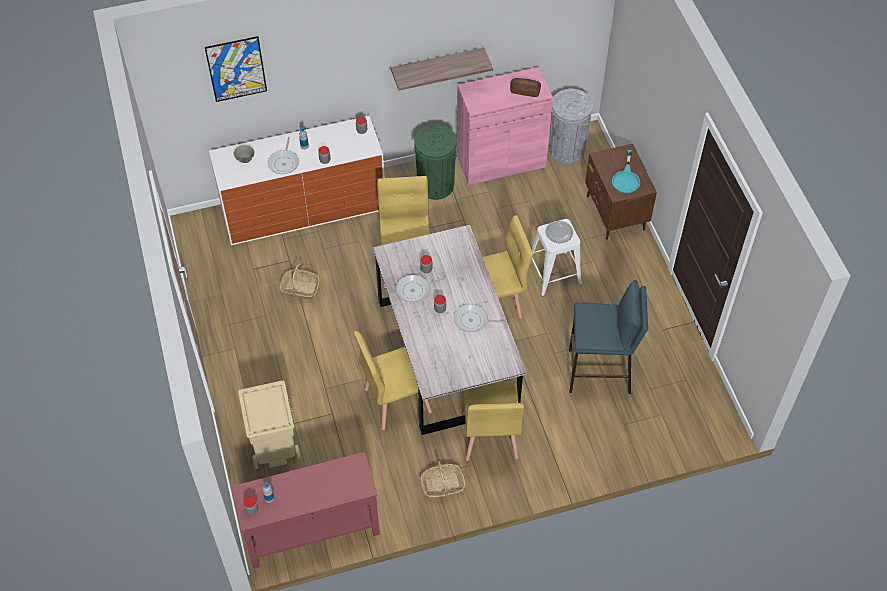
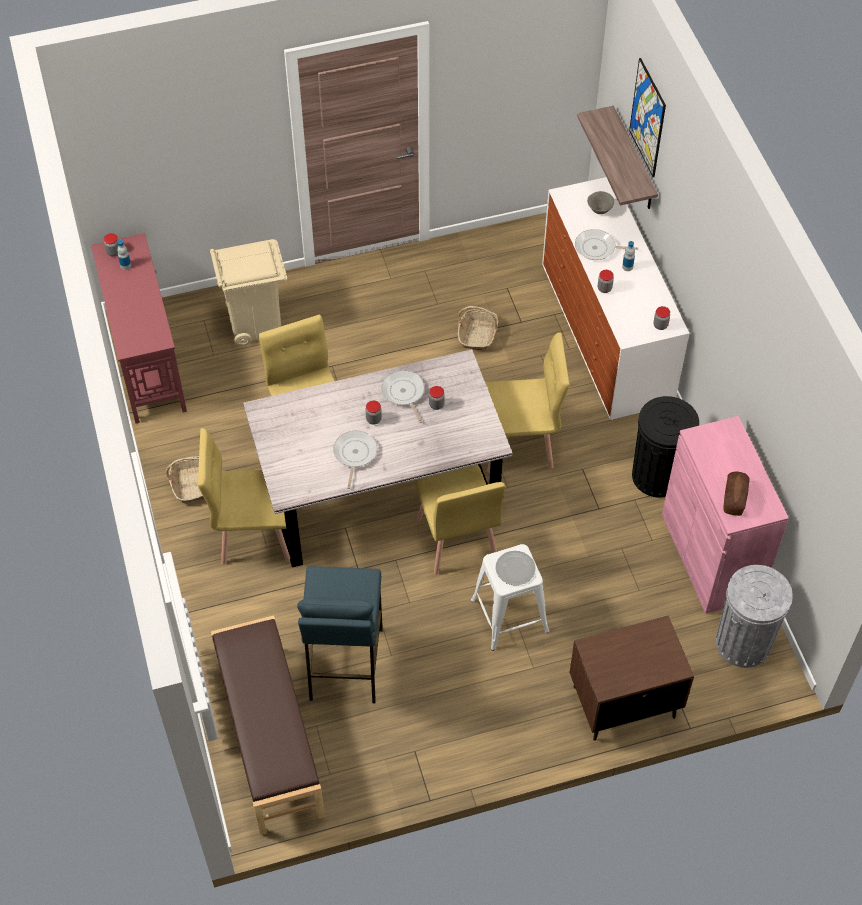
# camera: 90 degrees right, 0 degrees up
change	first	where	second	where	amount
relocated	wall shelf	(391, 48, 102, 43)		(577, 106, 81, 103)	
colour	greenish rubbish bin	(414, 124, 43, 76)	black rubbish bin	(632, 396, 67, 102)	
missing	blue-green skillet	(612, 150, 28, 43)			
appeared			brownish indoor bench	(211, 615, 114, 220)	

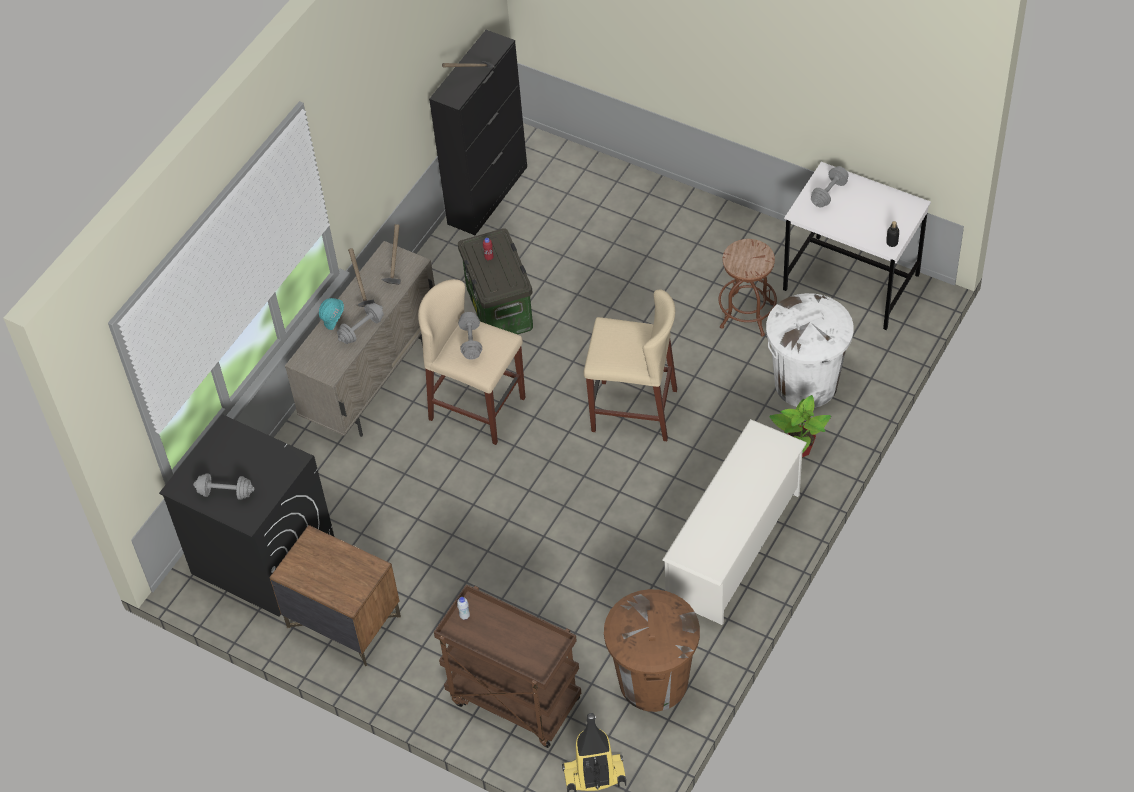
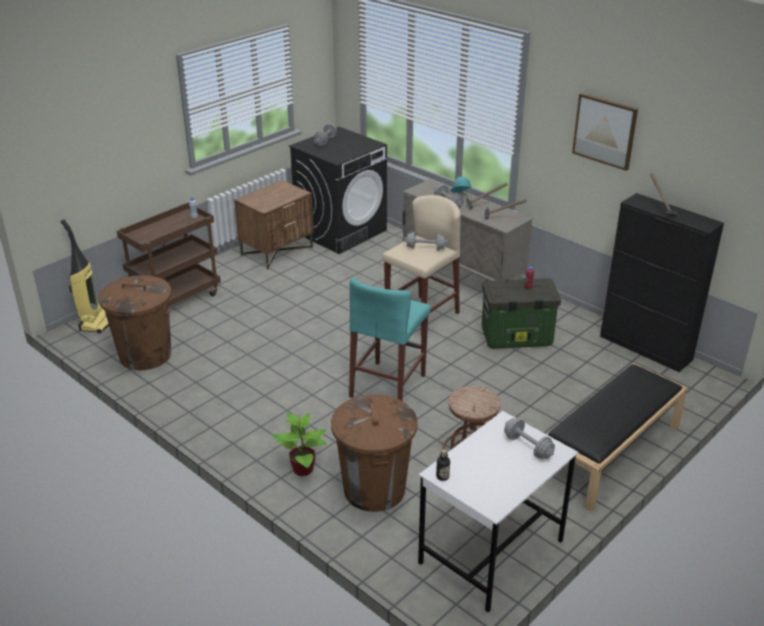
# camera: 100 degrees right, 20 degrees down
change	first	where	second	where	amount
colour	beige sitting stool	(584, 289, 93, 152)	blue-green sitting stool	(349, 278, 82, 123)	
colour	whitish rubbish bin	(766, 293, 88, 115)	brownish rubbish bin	(331, 395, 87, 117)	
missing	whitish shoe shelf	(662, 419, 145, 206)			
appeared			wall art	(572, 93, 66, 78)	
appeared			black indoor bench	(546, 363, 142, 148)	

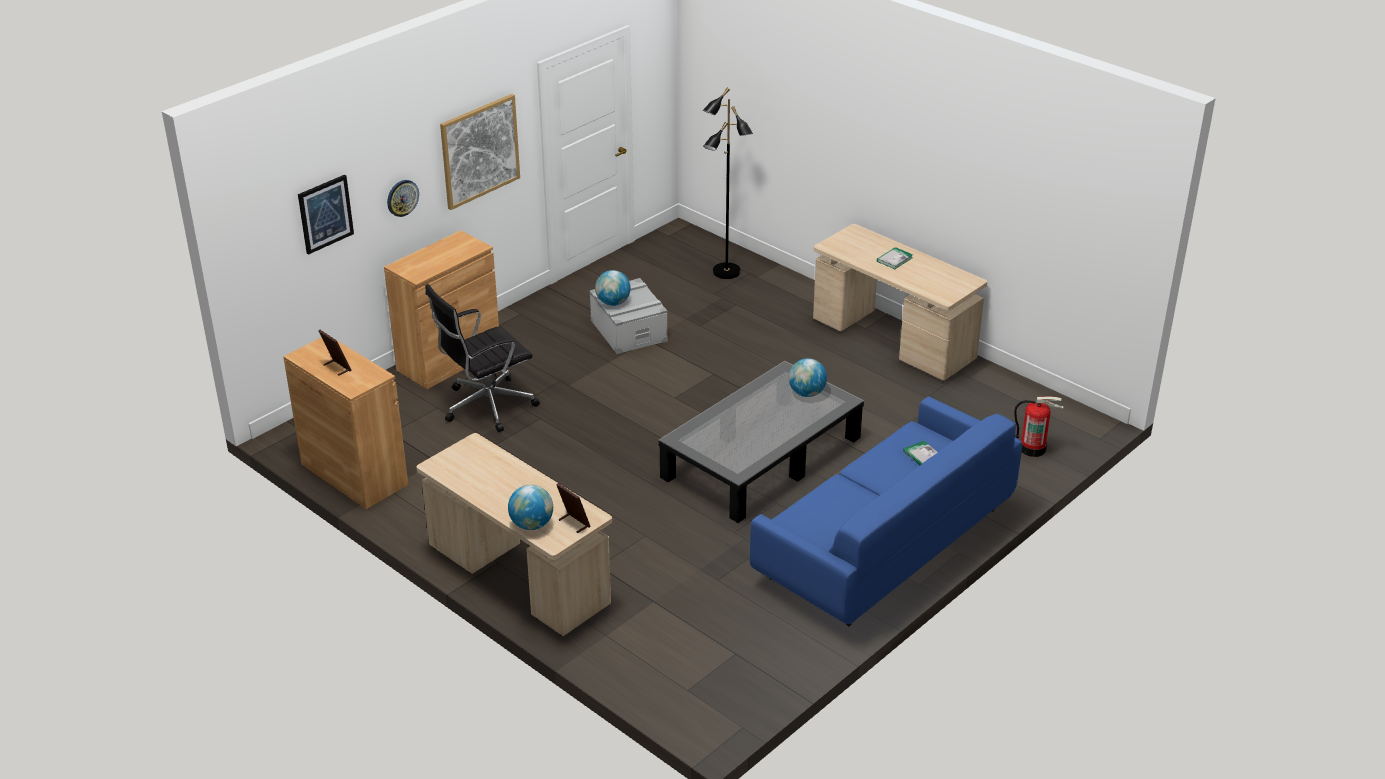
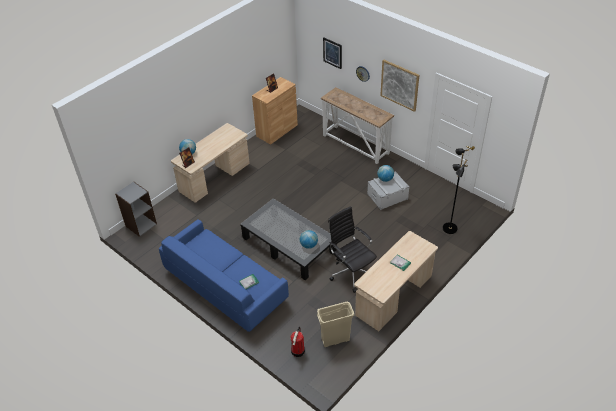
# camera: 90 degrees right, 10 degrees up
change	first	where	second	where	amount
exchanged	brownish cupboard	(384, 230, 115, 159)	hall table	(321, 87, 73, 77)	
relocated	black desk chair	(426, 284, 114, 148)		(328, 206, 49, 87)	
appeared			gray bookcase	(115, 182, 42, 55)	
appeared			beige rubbish bin	(317, 301, 38, 46)	

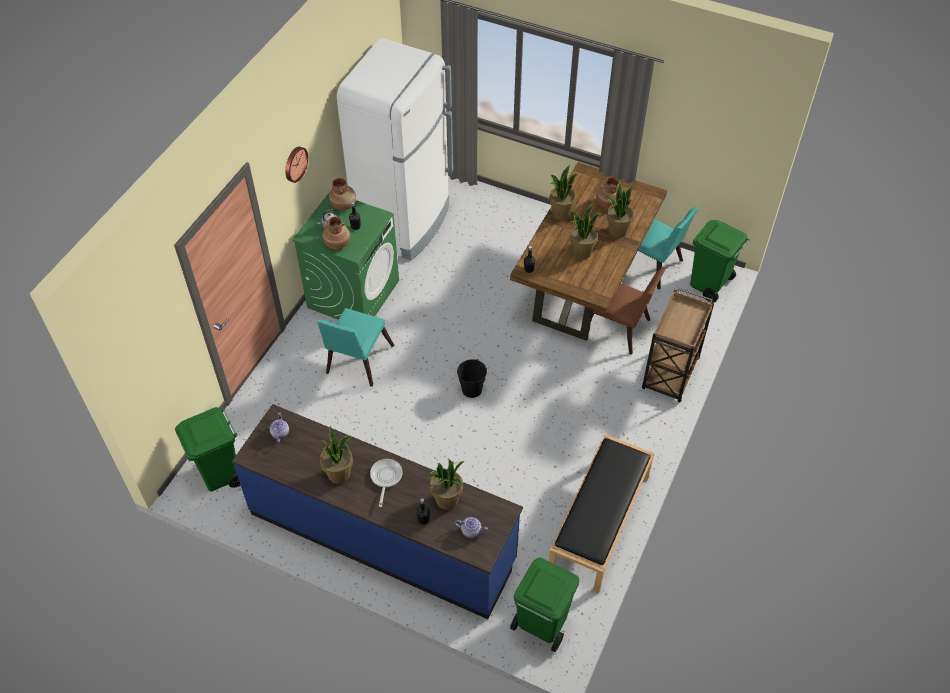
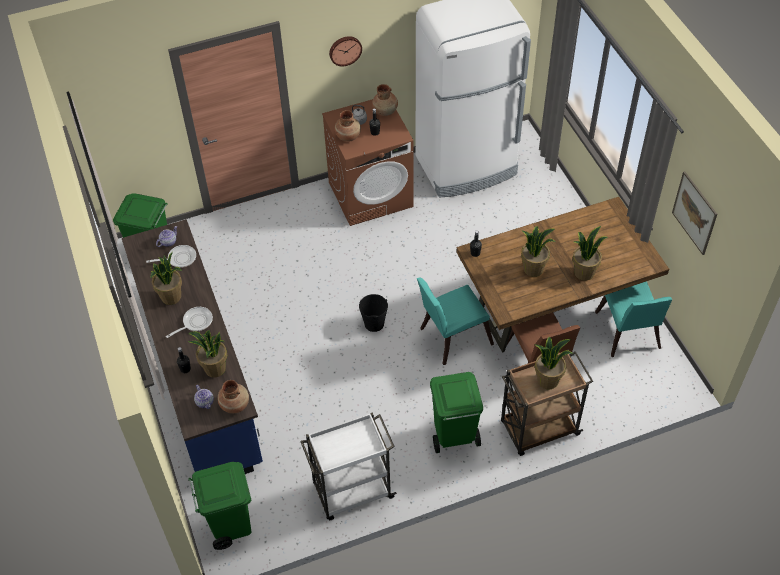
# camera: 45 degrees right, 0 degrees up
change	first	where	second	where	amount
relocated	potted plant	(549, 165, 30, 55)		(534, 337, 40, 52)	
relocated	brownish decorative vase	(596, 177, 24, 32)		(217, 380, 32, 34)	
colour	greenish laundry machine	(292, 192, 107, 128)	brownish laundry machine	(322, 99, 92, 127)	
relocated	greenish rubbish bin	(690, 220, 60, 82)		(430, 372, 53, 81)	
relocated	blue-green upright chair	(317, 308, 77, 79)		(417, 277, 77, 88)	
exchanged	black indoor bench	(549, 434, 106, 159)	whitish wheeled cart	(300, 412, 97, 108)	
appeared			wall art	(672, 171, 45, 84)	
appeared			skillet	(146, 245, 50, 23)	

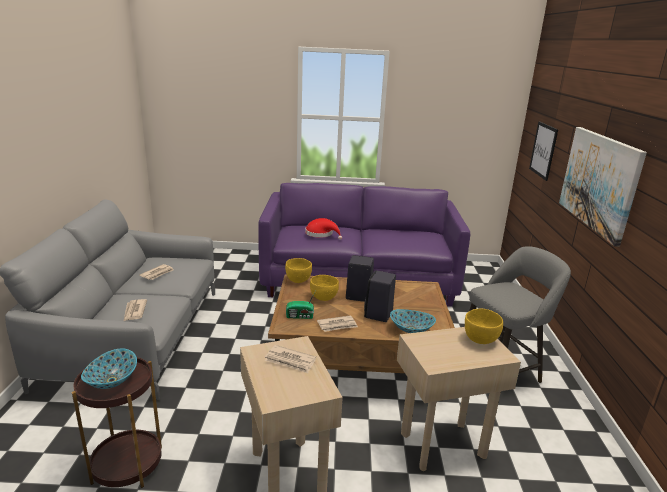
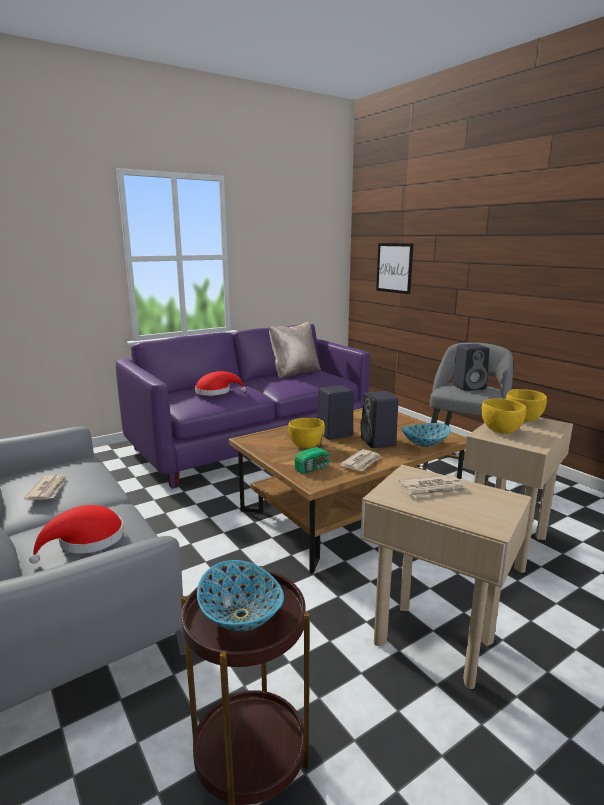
# camera: 35 degrees left, 5 degrees down
change	first	where	second	where	amount
missing	wall art	(559, 127, 88, 120)			
relocated	yellow-coloured serving bowl	(285, 258, 27, 25)		(481, 398, 45, 36)	
exchanged	printed paper	(124, 299, 23, 22)	red-coloured clothing hat	(29, 505, 95, 59)	
appeared			beige throw pillow	(269, 322, 52, 57)	
appeared			black speaker	(453, 344, 36, 47)	

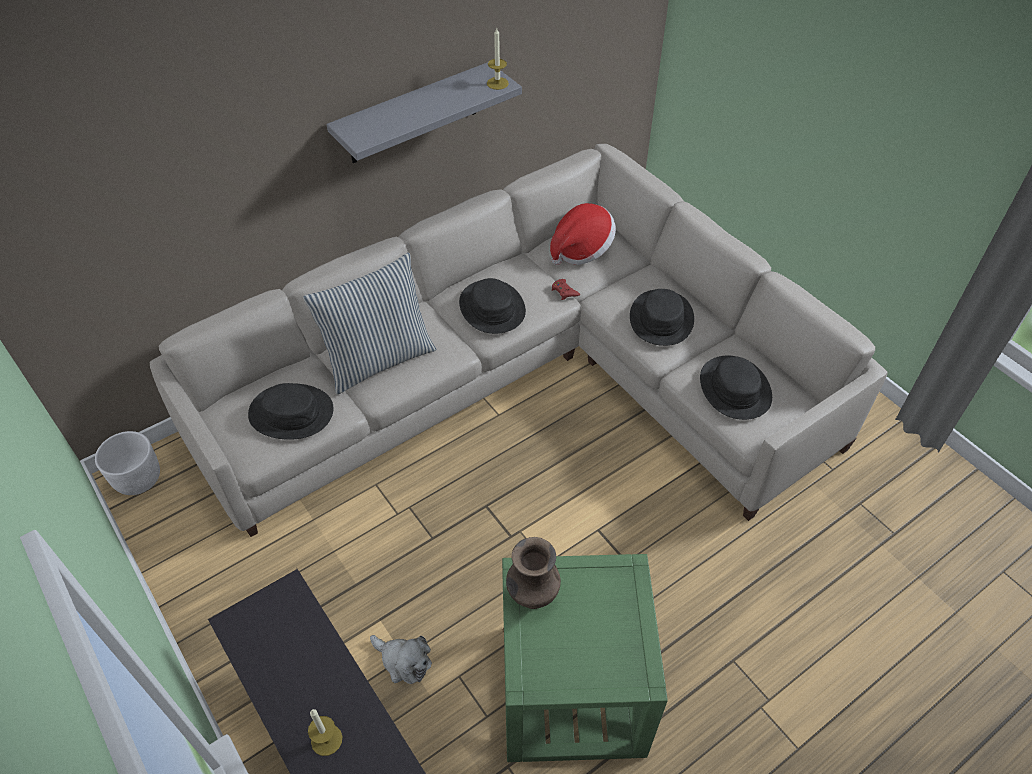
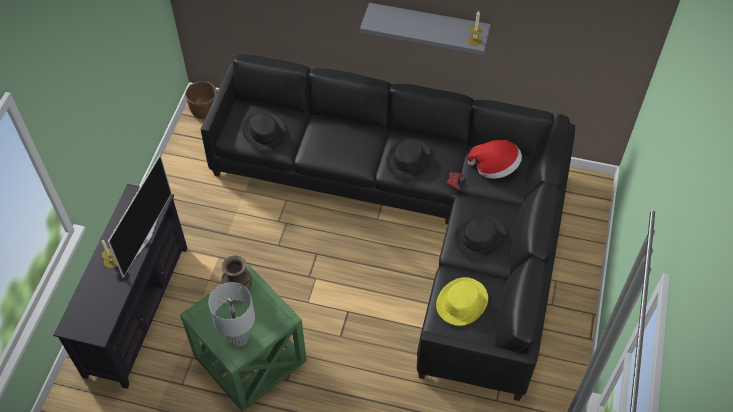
# camera: 50 degrees right, 5 degrees up
change	first	where	second	where	amount
colour	beige settee	(149, 144, 739, 393)	black settee	(201, 54, 374, 347)	
missing	throw pillow	(303, 252, 133, 143)			
colour	black clothing hat	(700, 355, 72, 65)	yellow-coloured clothing hat	(436, 277, 52, 49)	
colour	whitish planter	(95, 431, 65, 64)	brownish planter	(185, 81, 32, 38)	
missing	soft toy	(370, 635, 62, 49)			
appeared			TV set	(108, 154, 64, 124)	
appeared			gray lamp for a table	(209, 282, 46, 65)	

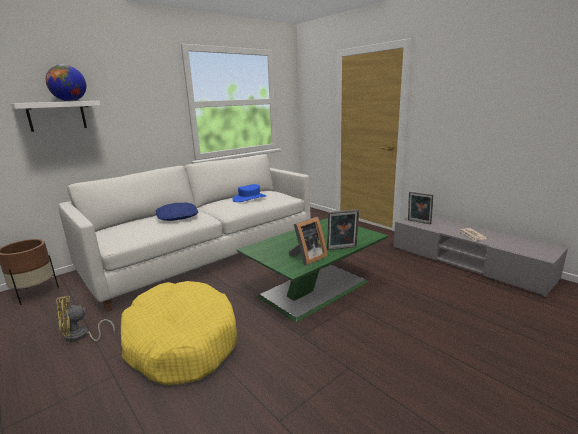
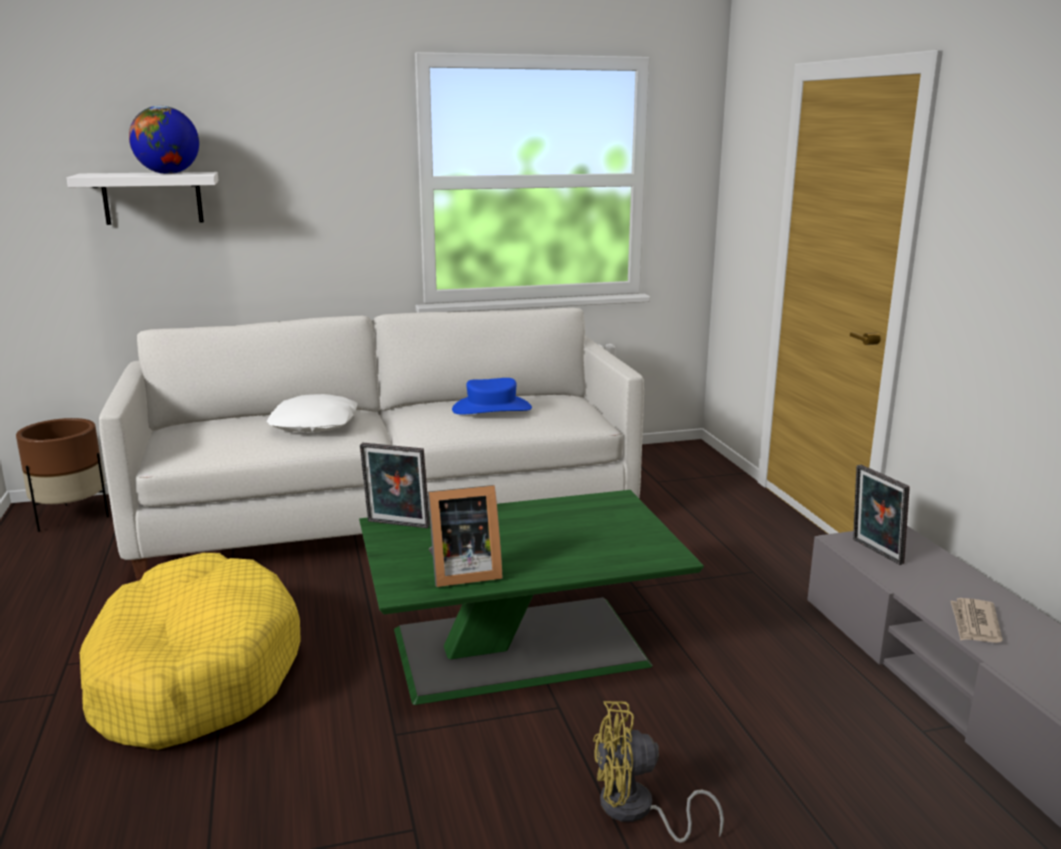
# camera: 25 degrees right, 0 degrees up
change	first	where	second	where	amount
colour	bluish throw pillow	(156, 203, 42, 18)	whitish throw pillow	(266, 394, 92, 38)	
relocated	picture frame	(327, 209, 32, 41)		(360, 443, 70, 85)	
relocated	yellow-coloured electric fan	(56, 296, 59, 46)		(593, 701, 131, 142)	

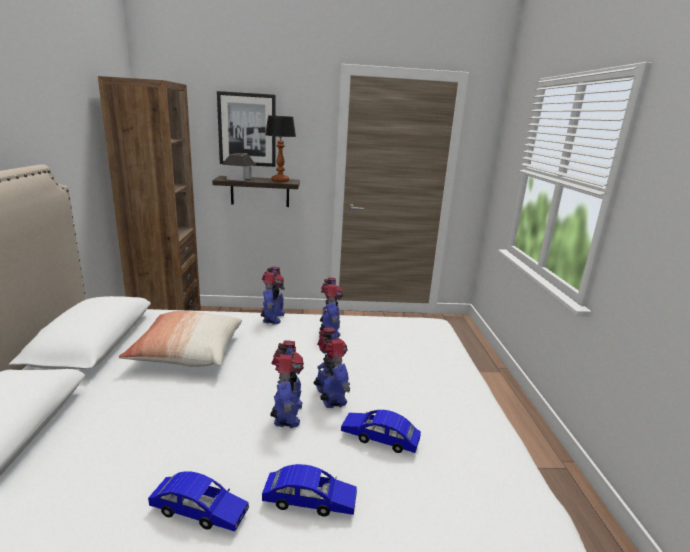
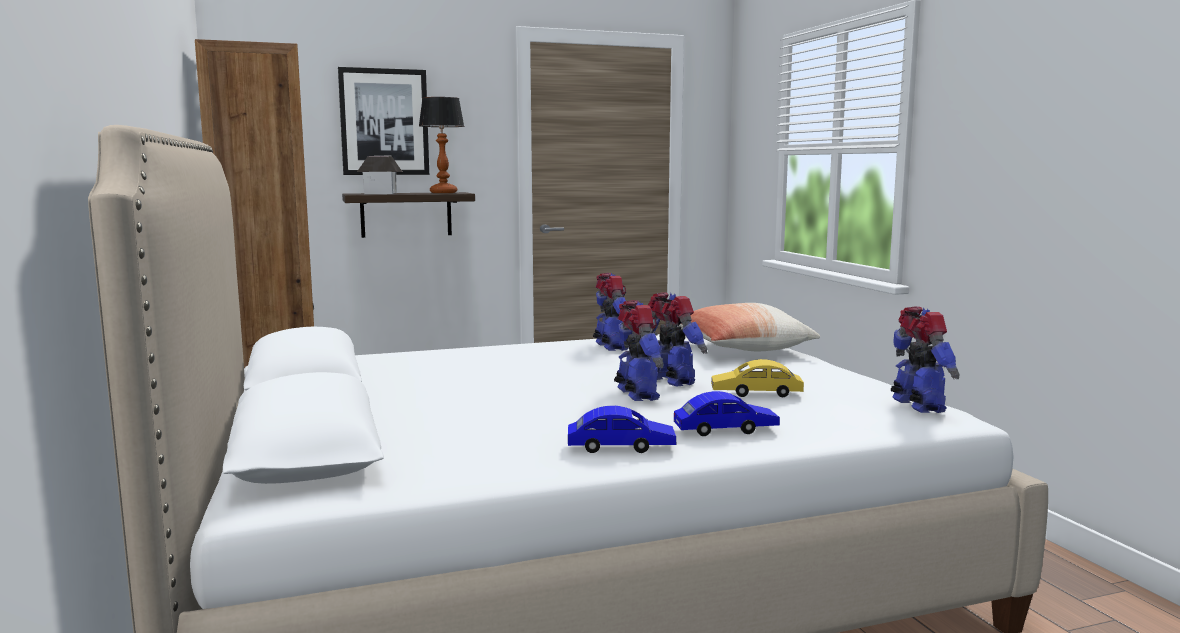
# camera: 15 degrees left, 10 degrees down
change	first	where	second	where	amount
relocated	robot figure	(261, 266, 24, 58)		(891, 307, 68, 106)	
relocated	throw pillow	(119, 311, 123, 56)		(679, 303, 141, 48)	
colour	bluish toy car	(341, 410, 80, 43)	yellow-coloured toy car	(711, 359, 93, 38)	

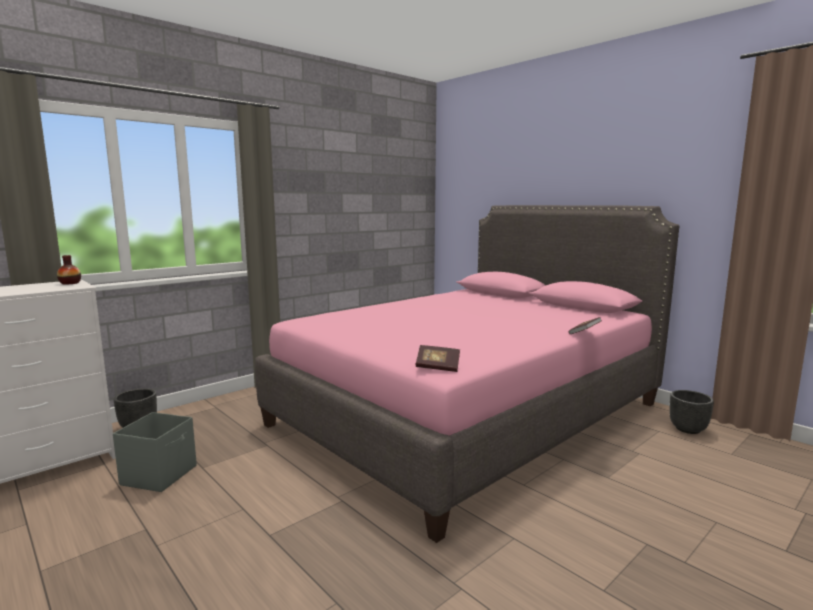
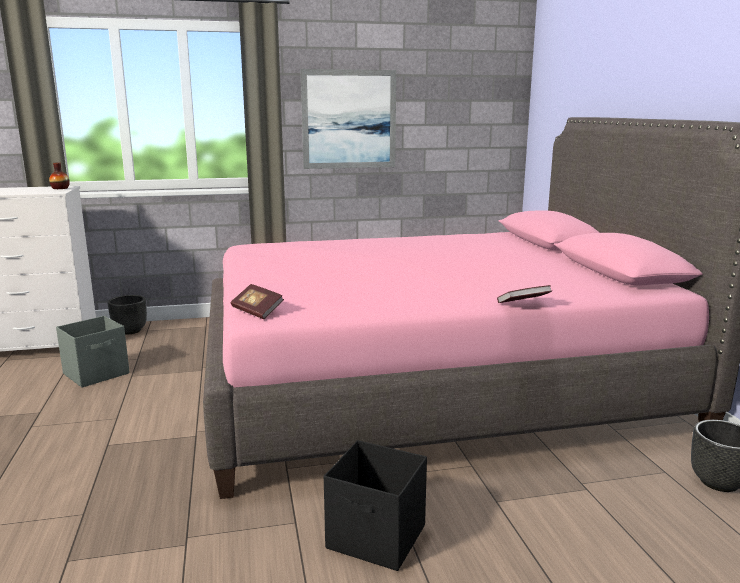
# camera: 30 degrees right, 5 degrees up
change	first	where	second	where	amount
appeared			wall art	(300, 69, 96, 100)	
appeared			black storage bin	(324, 440, 103, 131)	

